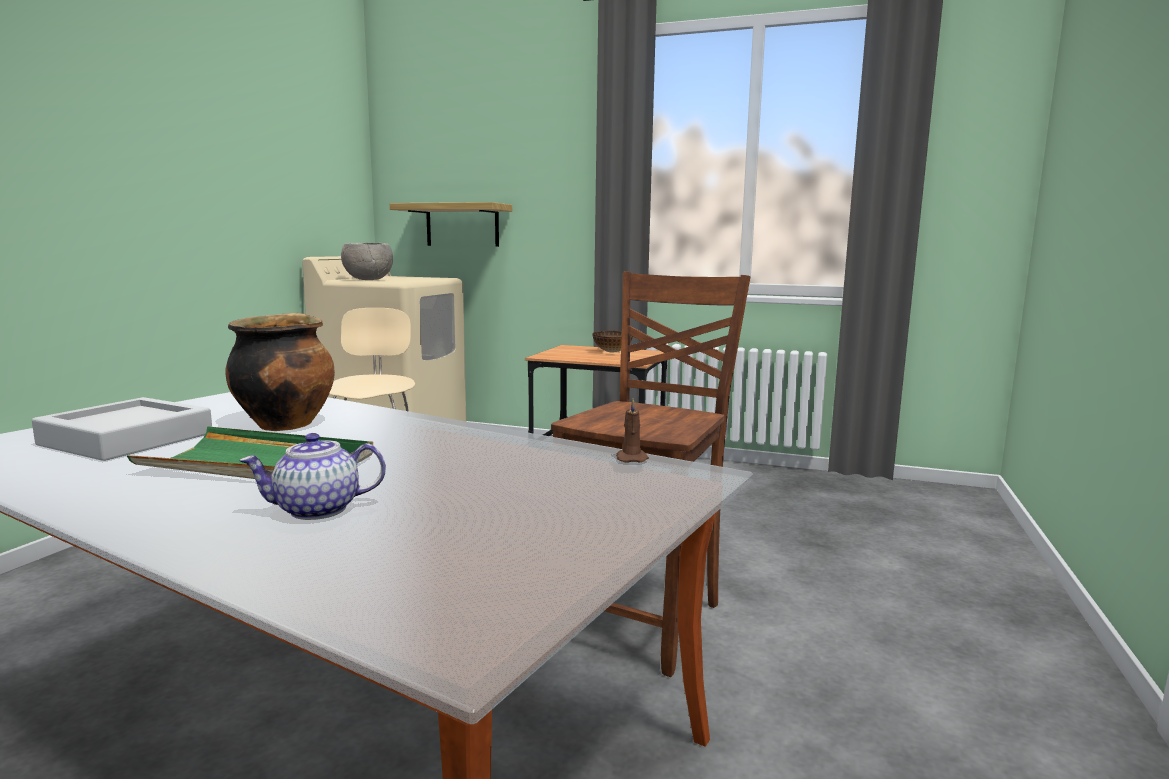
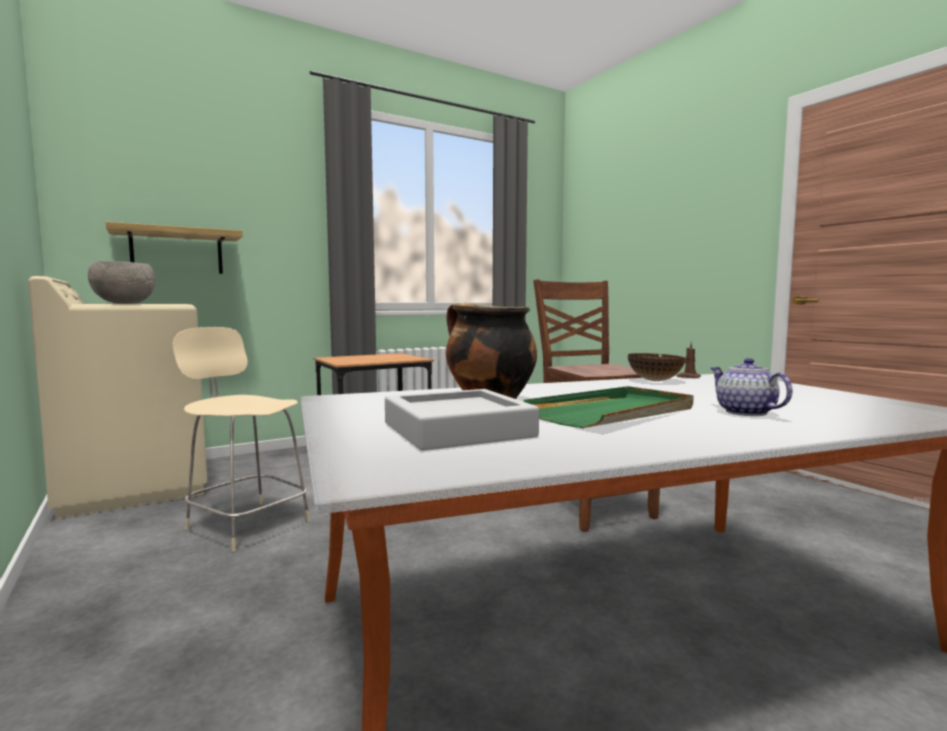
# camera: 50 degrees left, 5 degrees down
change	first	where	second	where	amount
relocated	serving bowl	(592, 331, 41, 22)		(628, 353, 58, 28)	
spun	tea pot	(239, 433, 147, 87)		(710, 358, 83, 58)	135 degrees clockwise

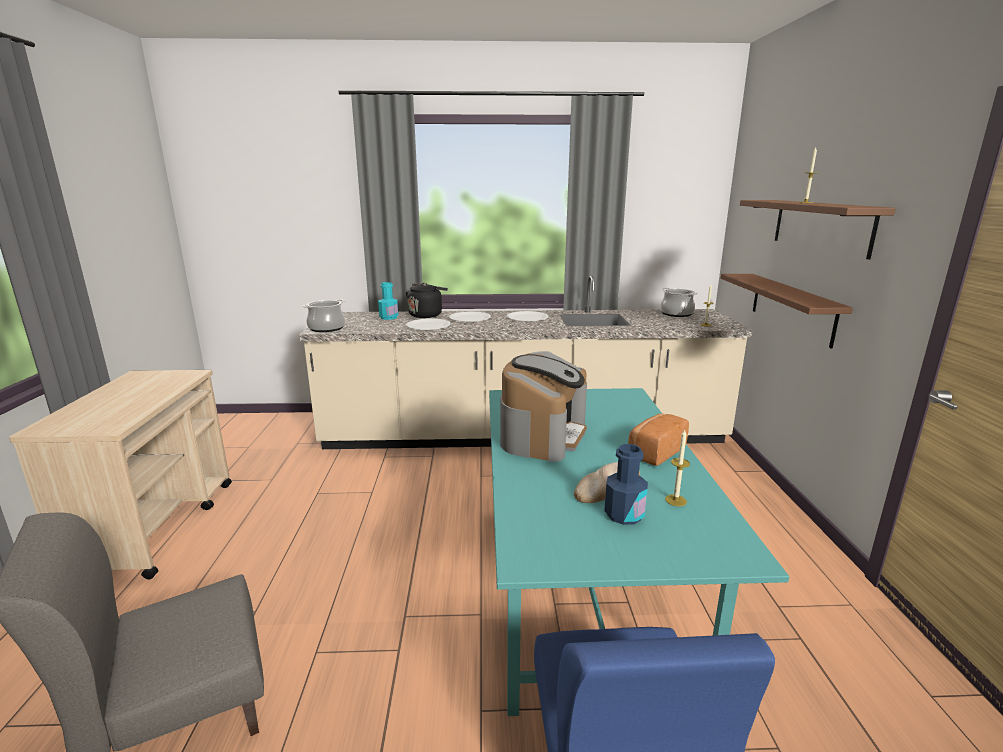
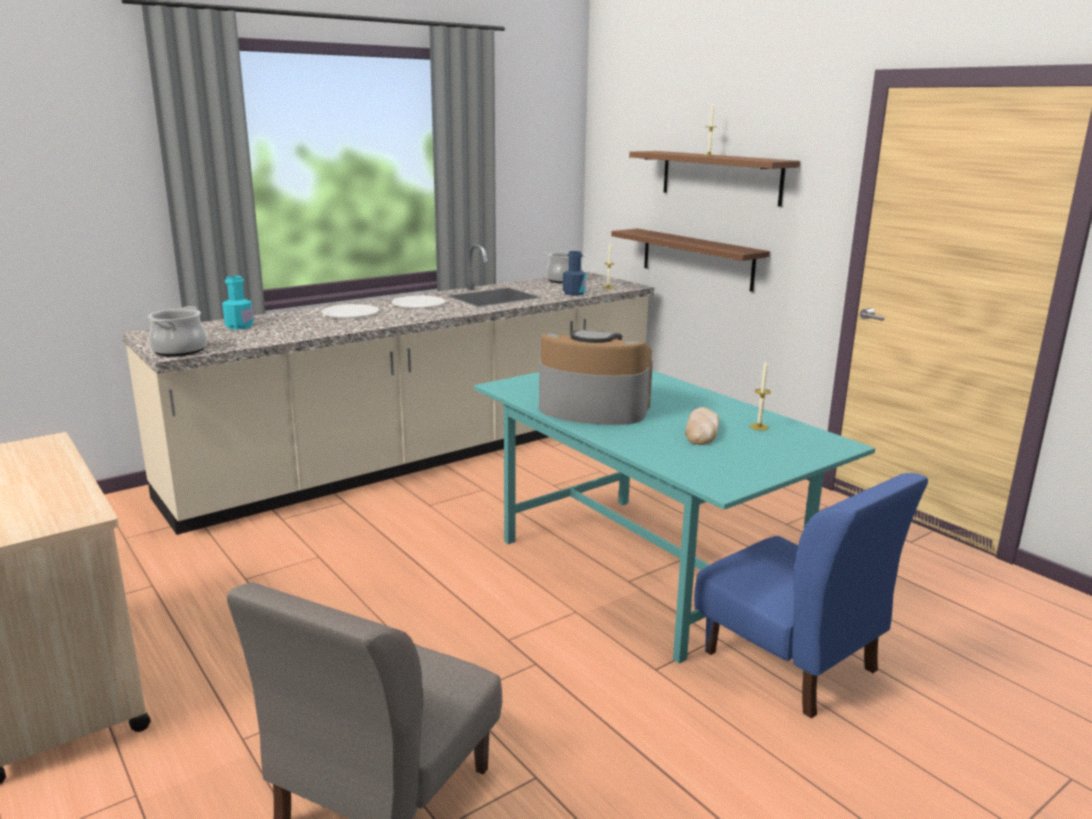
# camera: 35 degrees left, 0 degrees up
change	first	where	second	where	amount
missing	black water kettle	(406, 283, 42, 35)			
missing	whitish dinner plate	(406, 318, 45, 12)			
spun	coffee machine	(500, 351, 87, 111)		(539, 330, 114, 95)	60 degrees counterclockwise
missing	bakery bread	(628, 413, 61, 53)			
relocated	bluish beverage bottle	(604, 444, 44, 81)		(563, 251, 23, 45)	

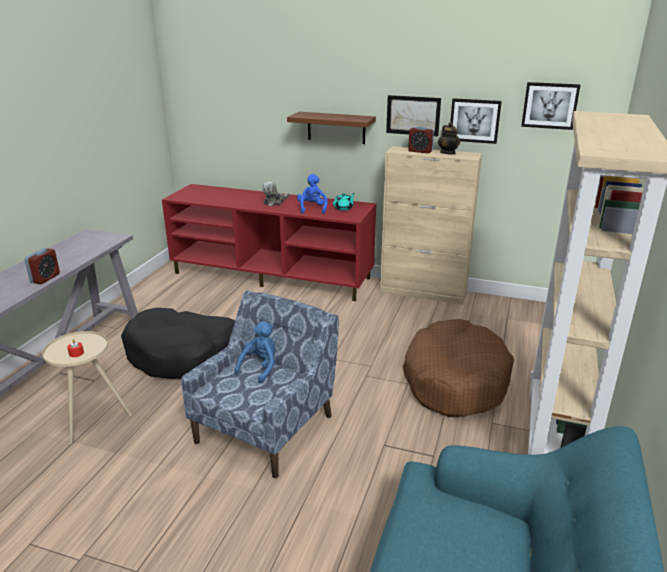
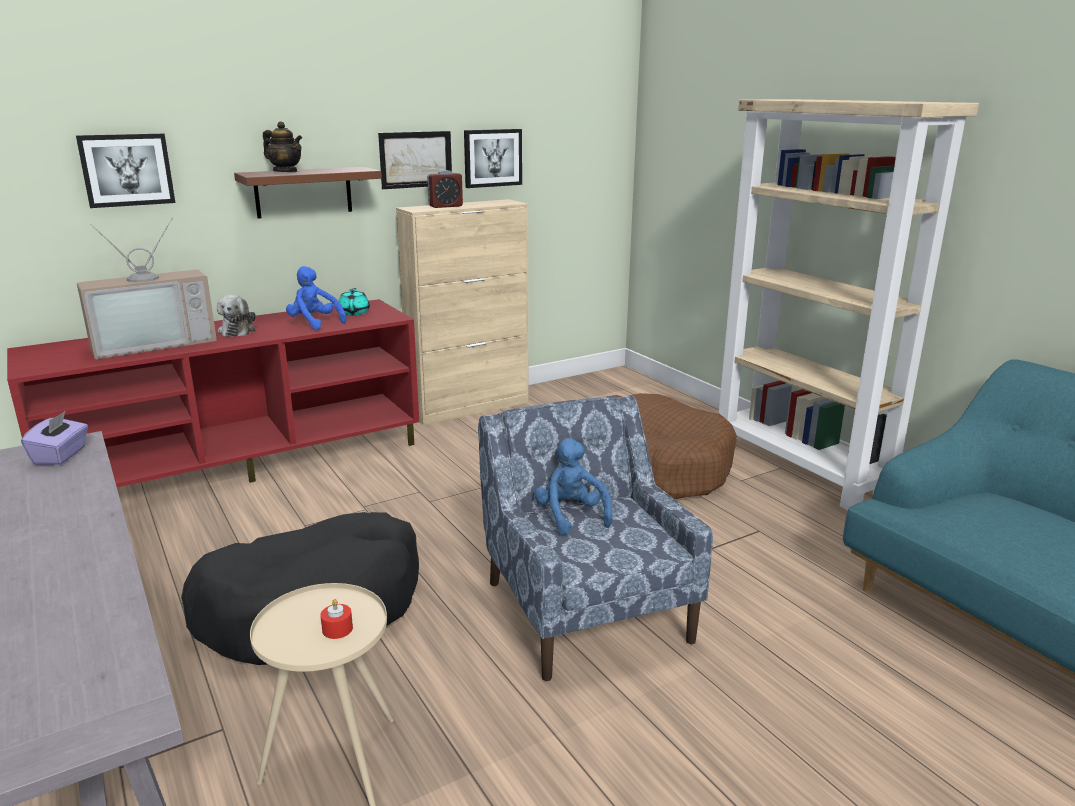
# camera: 50 degrees left, 5 degrees down
change	first	where	second	where	amount
relocated	wall art	(521, 82, 60, 48)		(76, 134, 99, 74)	
relocated	tea pot	(438, 122, 22, 33)		(263, 121, 39, 51)	
missing	alarm clock	(24, 248, 36, 36)			
appeared			TV set	(77, 218, 140, 141)	
appeared			purple box of tissues	(21, 411, 67, 54)	

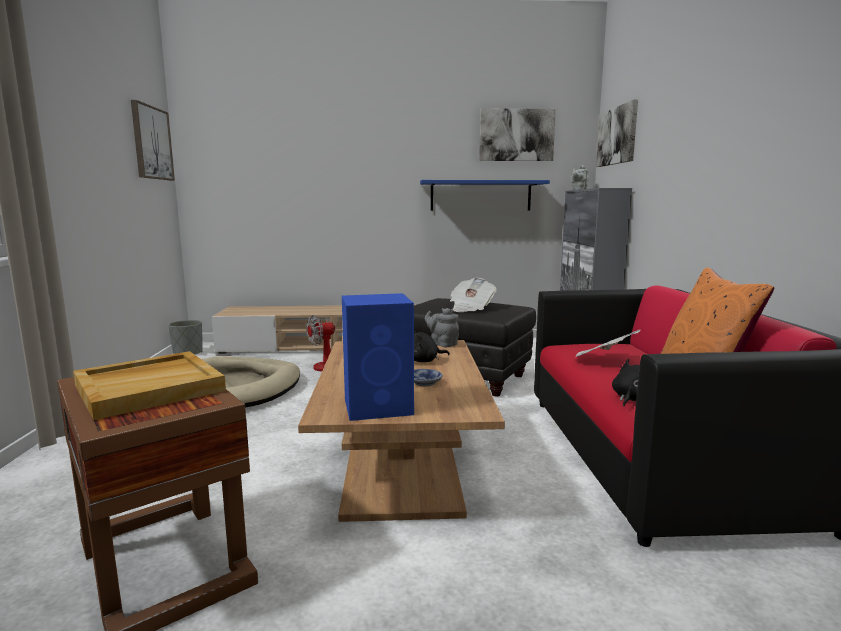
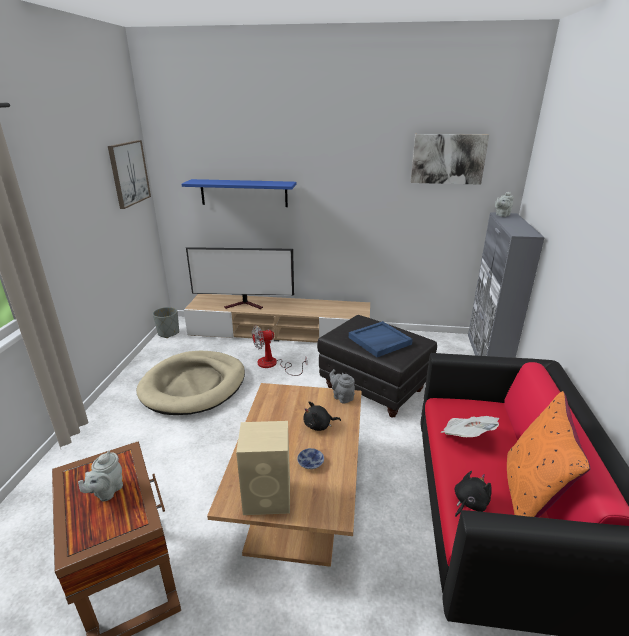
# camera: 10 degrees right, 15 degrees up
change	first	where	second	where	amount
missing	wall art	(596, 100, 42, 67)			
relocated	bluish wall shelf	(420, 180, 130, 30)		(182, 179, 114, 28)	
exchanged	printed paper	(450, 278, 47, 34)	bluish carrying tray	(349, 321, 64, 36)	
colour	bluish speaker	(342, 293, 72, 128)	beige speaker	(236, 421, 54, 94)	
exchanged	beige carrying tray	(73, 351, 153, 69)	gray tea pot	(78, 451, 45, 50)	
appeared			TV set	(186, 247, 108, 62)	

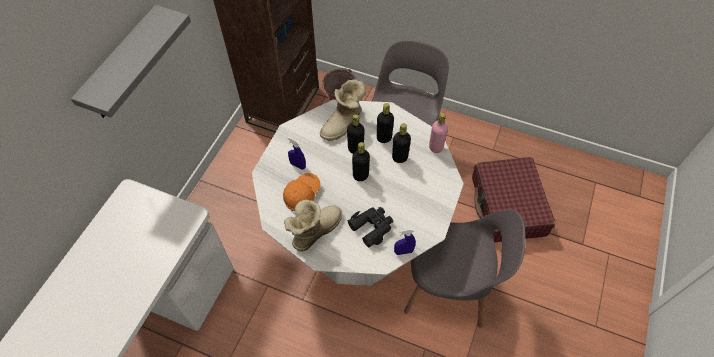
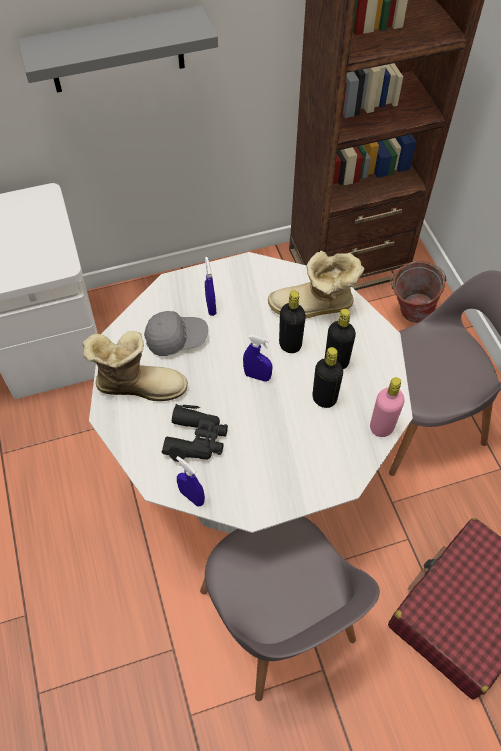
# camera: 50 degrees right, 0 degrees up
change	first	where	second	where	amount
exchanged	black beverage bottle	(352, 142, 18, 39)	bluish sprayer	(243, 335, 30, 47)	
colour	orange-coloured peaked cap	(283, 173, 38, 38)	gray peaked cap	(144, 311, 64, 45)	

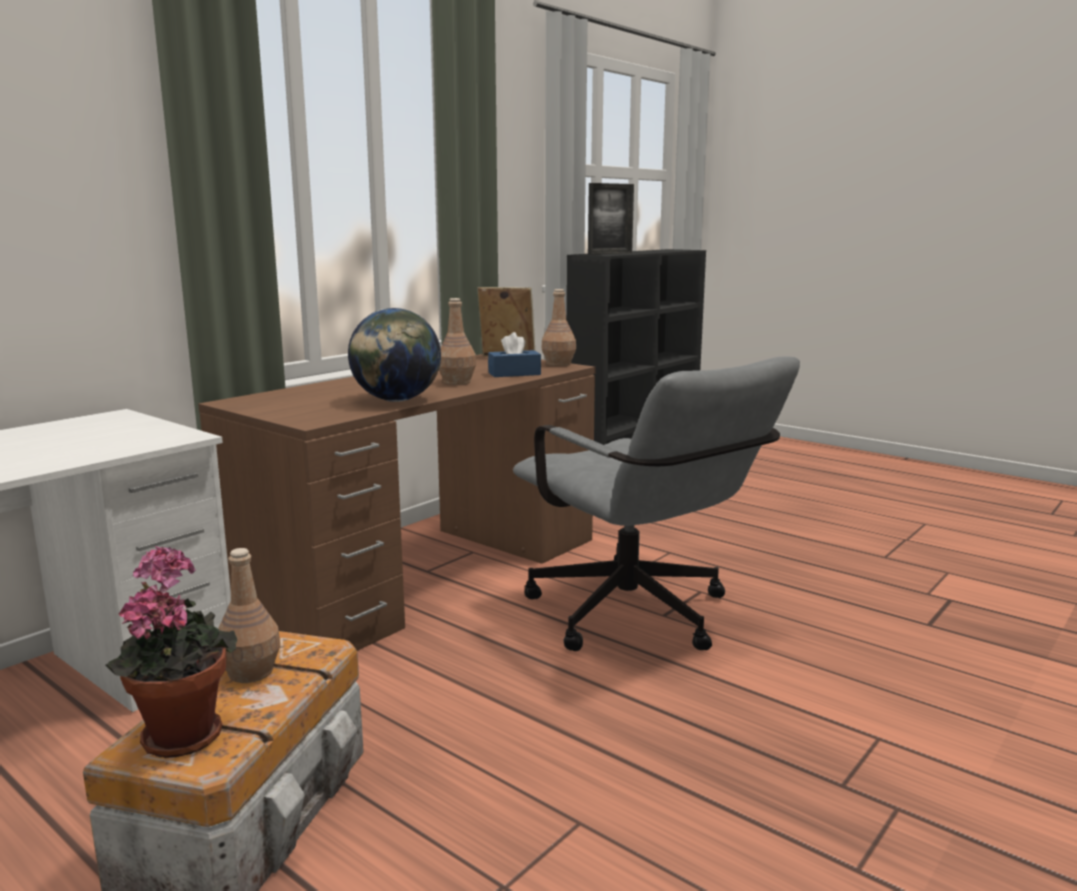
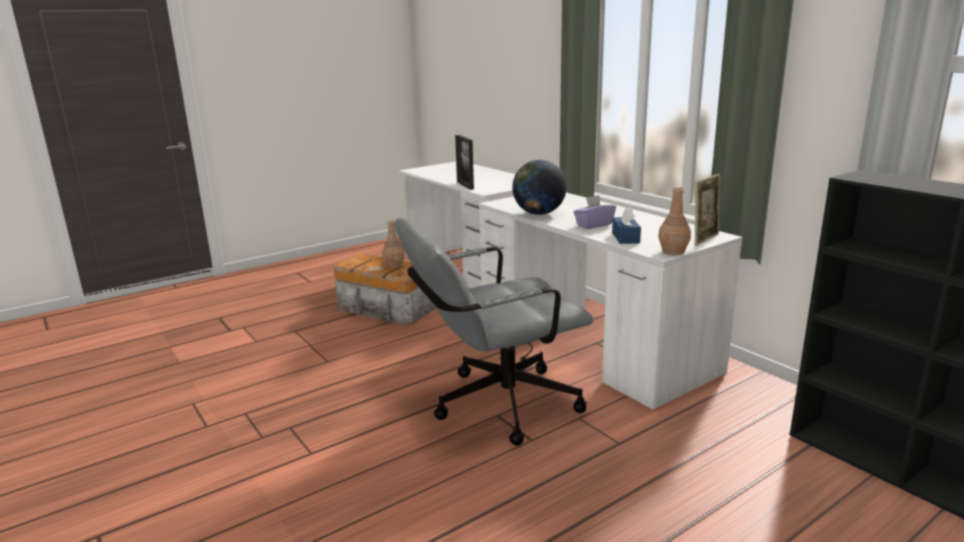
# camera: 105 degrees right, 5 degrees up
change	first	where	second	where	amount
relocated	picture frame	(588, 183, 46, 72)		(455, 135, 19, 55)	
exchanged	brownish beverage bottle	(439, 298, 37, 87)	purple box of tissues	(574, 195, 42, 34)	
colour	brownish desk table	(198, 354, 398, 297)	whitish desk table	(479, 193, 264, 217)	
missing	potted plant	(105, 546, 132, 212)			

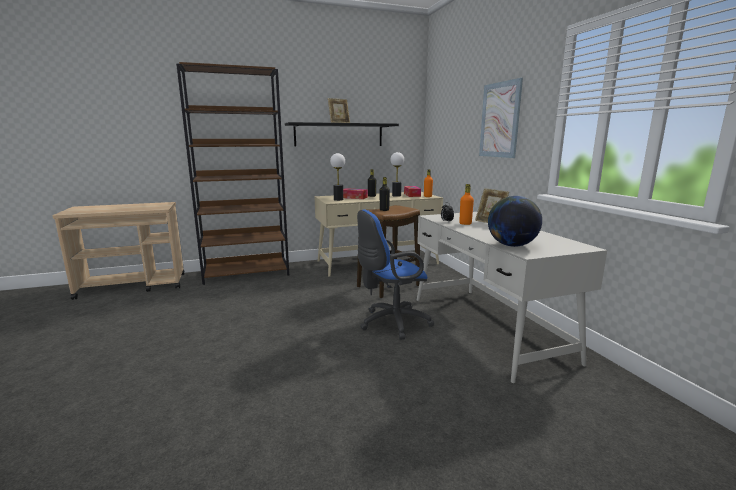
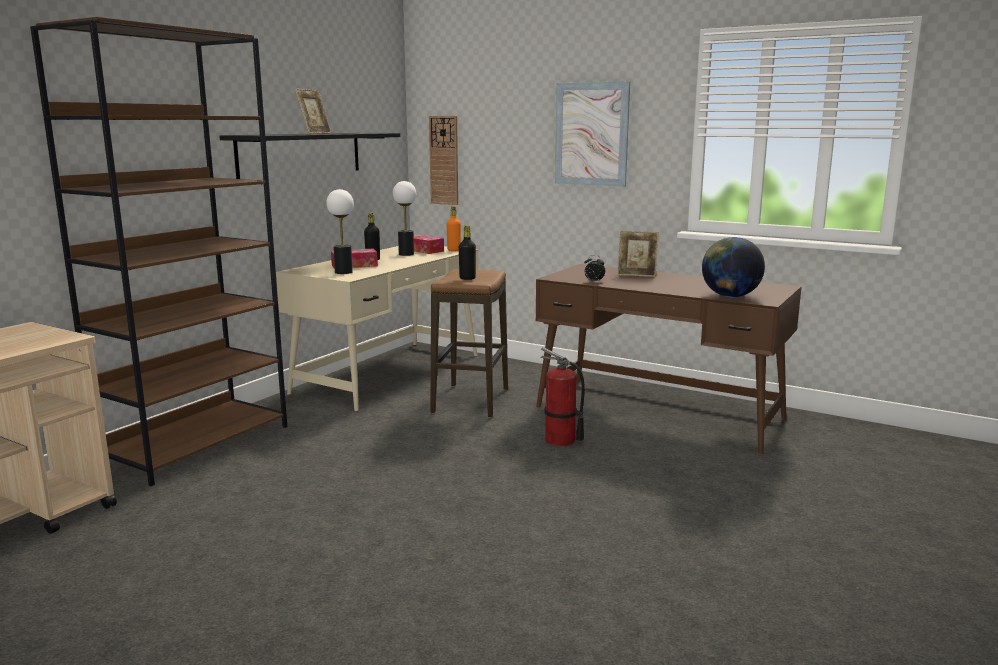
# camera: 40 degrees left, 0 degrees up
change	first	where	second	where	amount
missing	orange-coloured beverage bottle	(459, 184, 15, 41)			
exchanged	bluish desk chair	(357, 210, 77, 130)	fire extinguisher	(540, 347, 45, 100)	
colour	whitish desk table	(417, 212, 190, 171)	brownish desk table	(536, 264, 266, 190)	
appeared			hanging clock	(429, 116, 29, 89)	

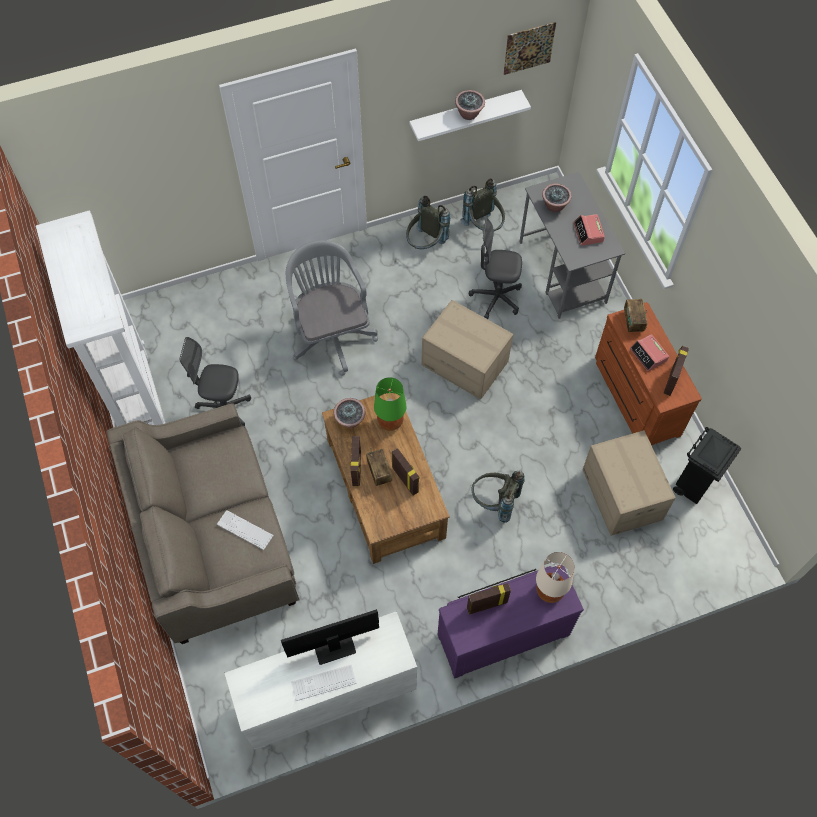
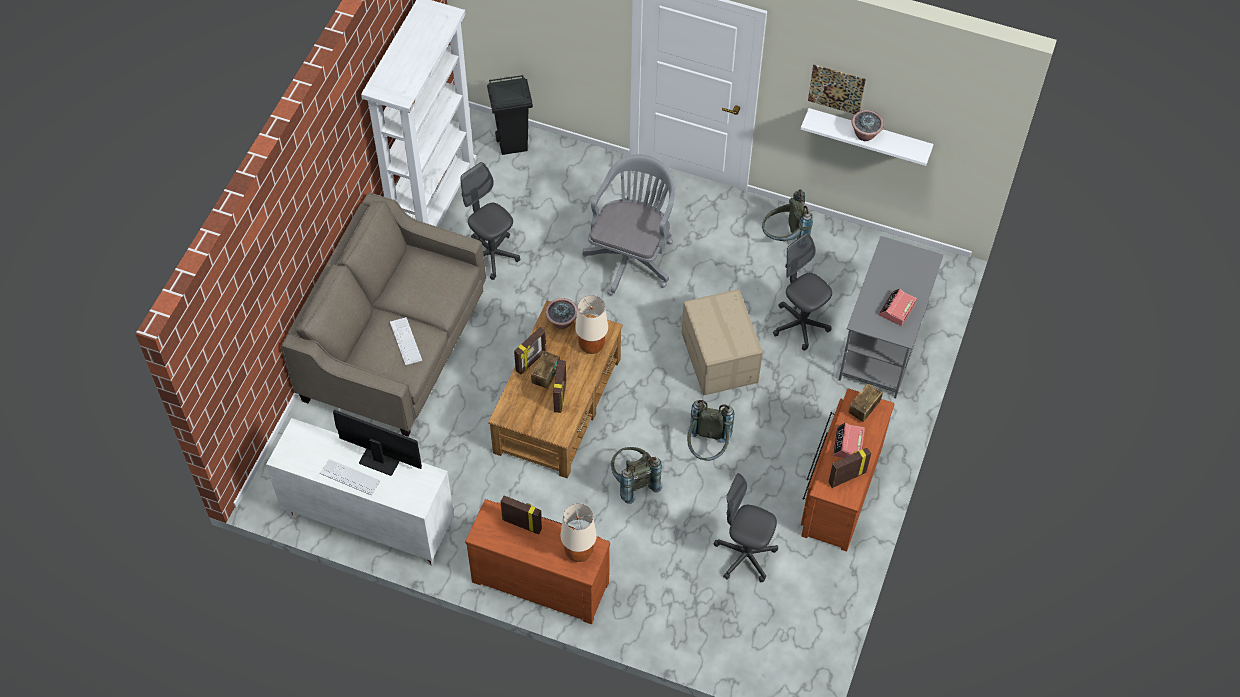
# camera: 40 degrees right, 5 degrees down
change	first	where	second	where	amount
relocated	wall art	(504, 22, 52, 53)		(808, 64, 58, 50)	
relocated	gray backpack	(460, 178, 45, 53)		(687, 400, 47, 61)	
missing	potted plant	(542, 184, 30, 28)			
colour	greenish lamp for a table	(374, 377, 32, 54)	beige lamp for a table	(575, 295, 33, 59)	
relocated	black rubbish bin	(673, 427, 68, 77)		(487, 75, 46, 80)	
exchanged	carton	(583, 430, 93, 106)	gray desk chair	(714, 473, 64, 109)	
colour	purple chest of drawers	(437, 565, 147, 113)	brownish chest of drawers	(465, 499, 145, 125)	

